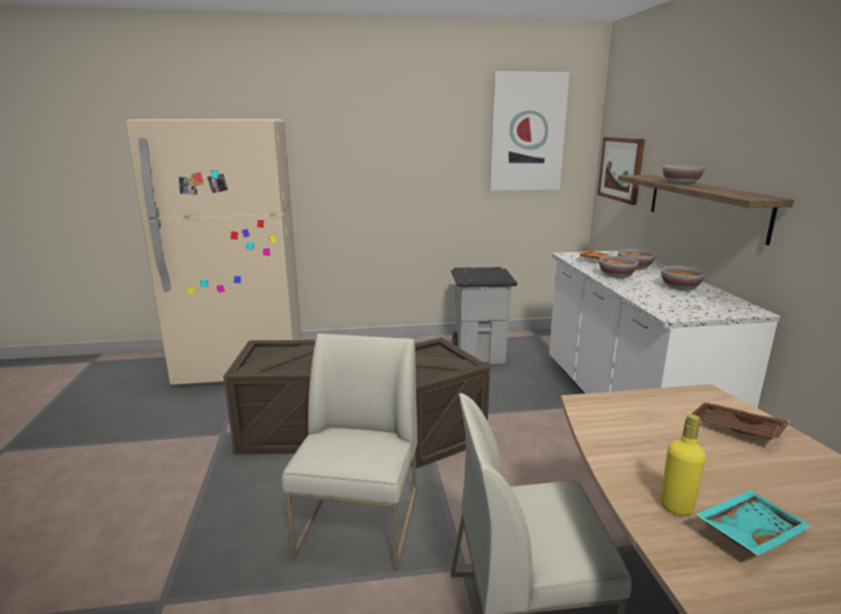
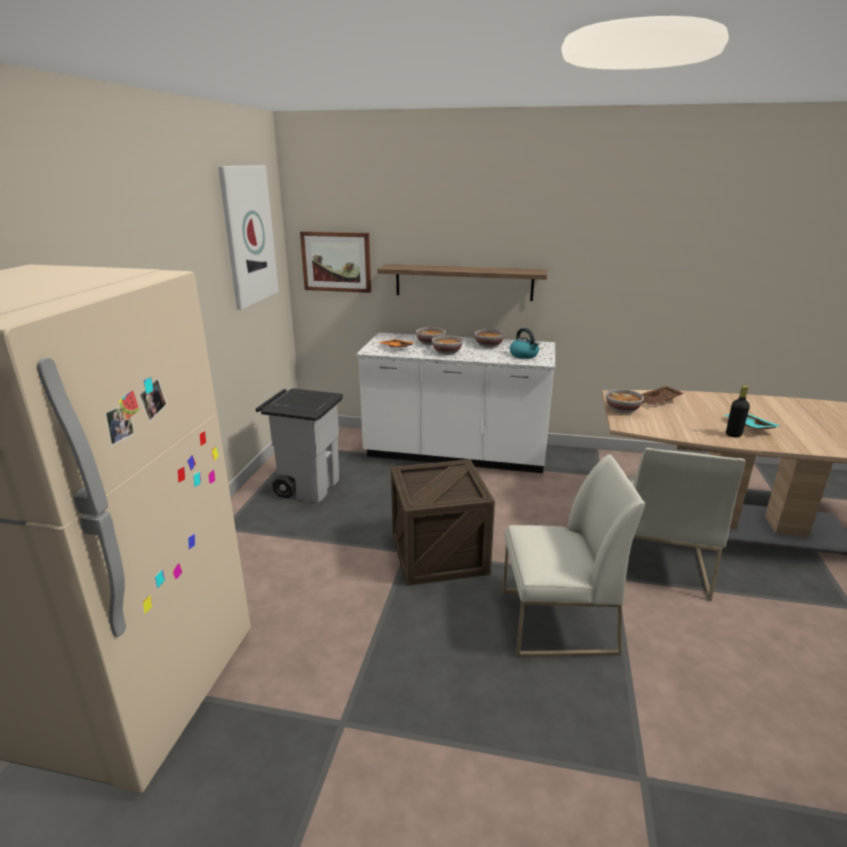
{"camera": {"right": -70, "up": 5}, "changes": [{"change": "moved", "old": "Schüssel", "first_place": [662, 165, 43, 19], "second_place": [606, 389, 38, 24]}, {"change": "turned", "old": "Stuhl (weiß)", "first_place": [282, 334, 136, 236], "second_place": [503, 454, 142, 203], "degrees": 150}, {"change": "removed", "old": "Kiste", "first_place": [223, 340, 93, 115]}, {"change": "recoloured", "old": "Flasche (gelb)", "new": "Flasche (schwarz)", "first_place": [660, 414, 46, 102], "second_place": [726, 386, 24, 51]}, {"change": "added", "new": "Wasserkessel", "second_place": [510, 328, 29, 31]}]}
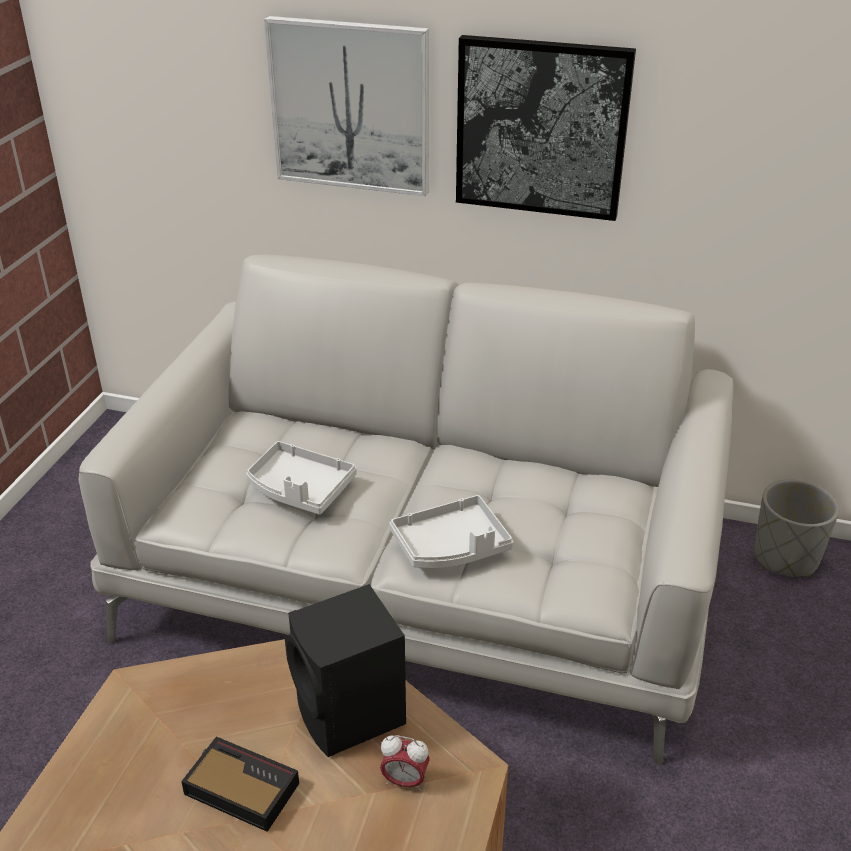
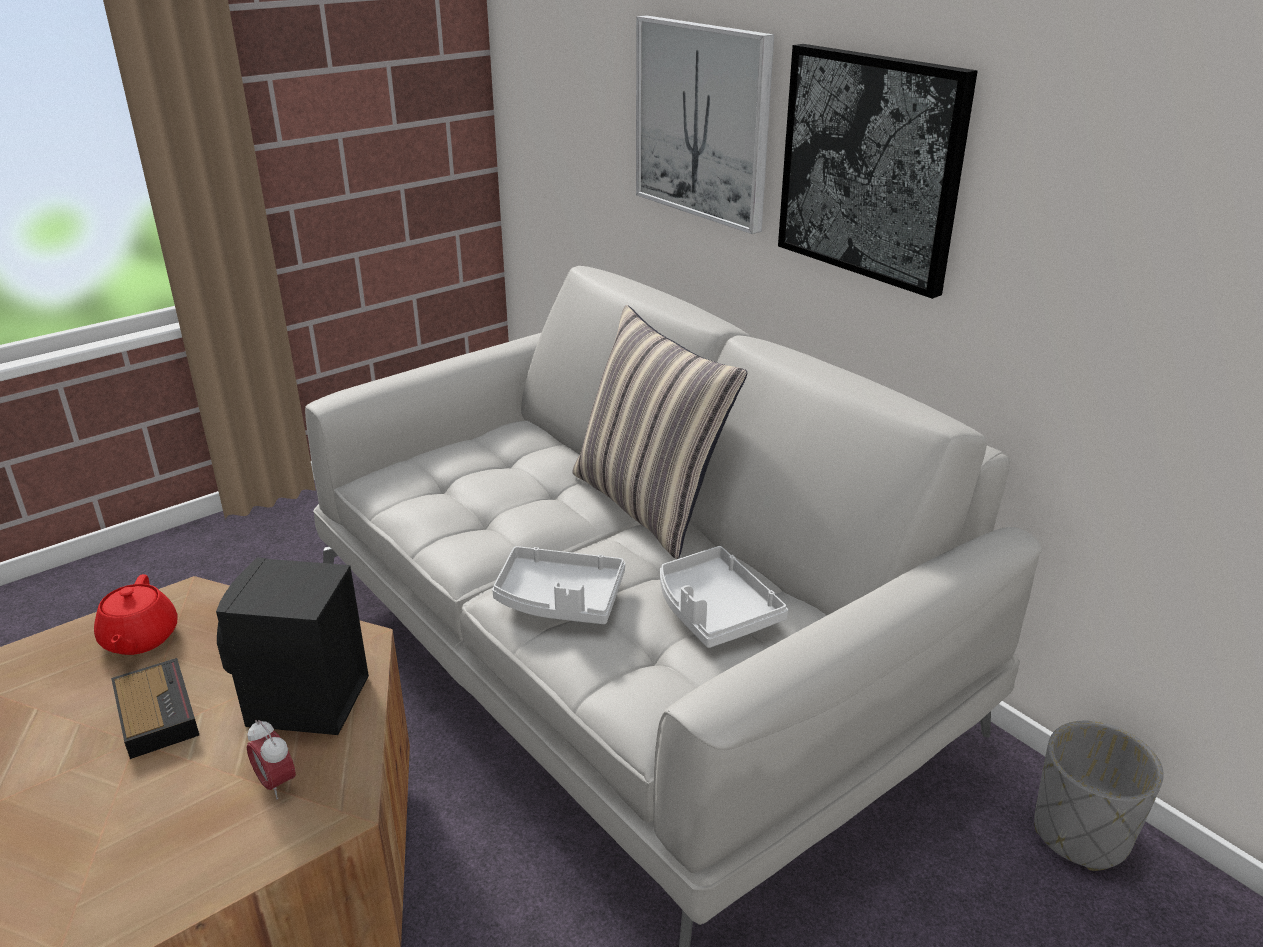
{"camera": {"right": 35, "up": -5}, "changes": [{"change": "moved", "old": "Tablett (grau)", "first_place": [246, 441, 111, 74], "second_place": [660, 546, 128, 102]}, {"change": "added", "new": "Kissen", "second_place": [572, 305, 175, 254]}, {"change": "added", "new": "Teekanne (rot)", "second_place": [94, 574, 84, 81]}]}
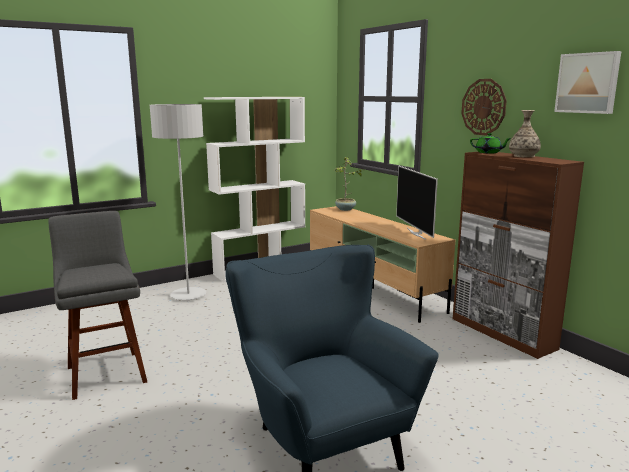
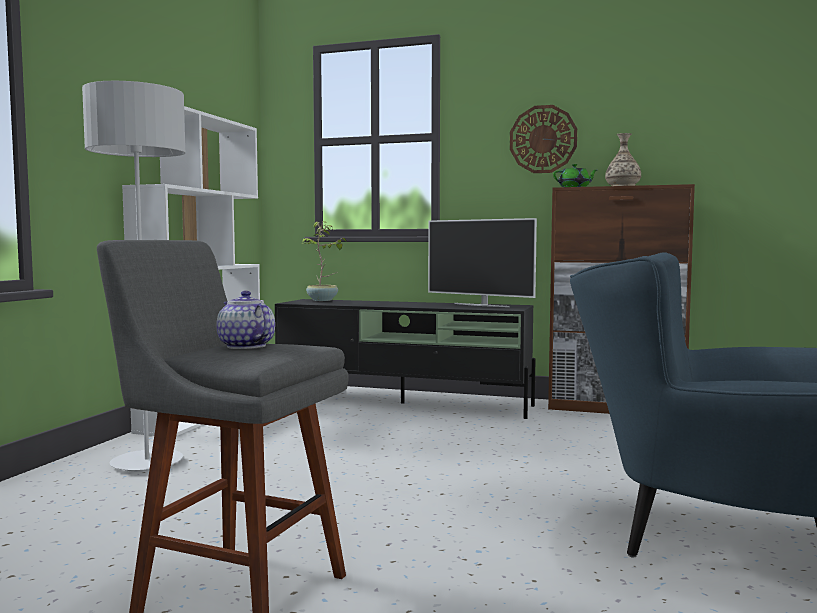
{"camera": {"right": -40, "up": -10}, "changes": [{"change": "removed", "old": "Bild", "first_place": [554, 51, 67, 63]}, {"change": "recoloured", "old": "Fernsehschrank (beige)", "new": "Fernsehschrank (schwarz)", "first_place": [310, 206, 145, 117], "second_place": [275, 299, 260, 120]}, {"change": "added", "new": "Teekanne", "second_place": [216, 291, 59, 58]}]}
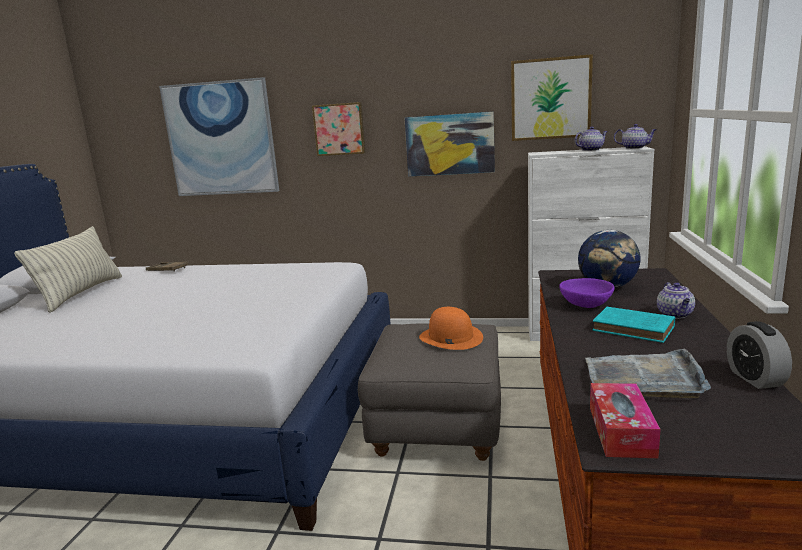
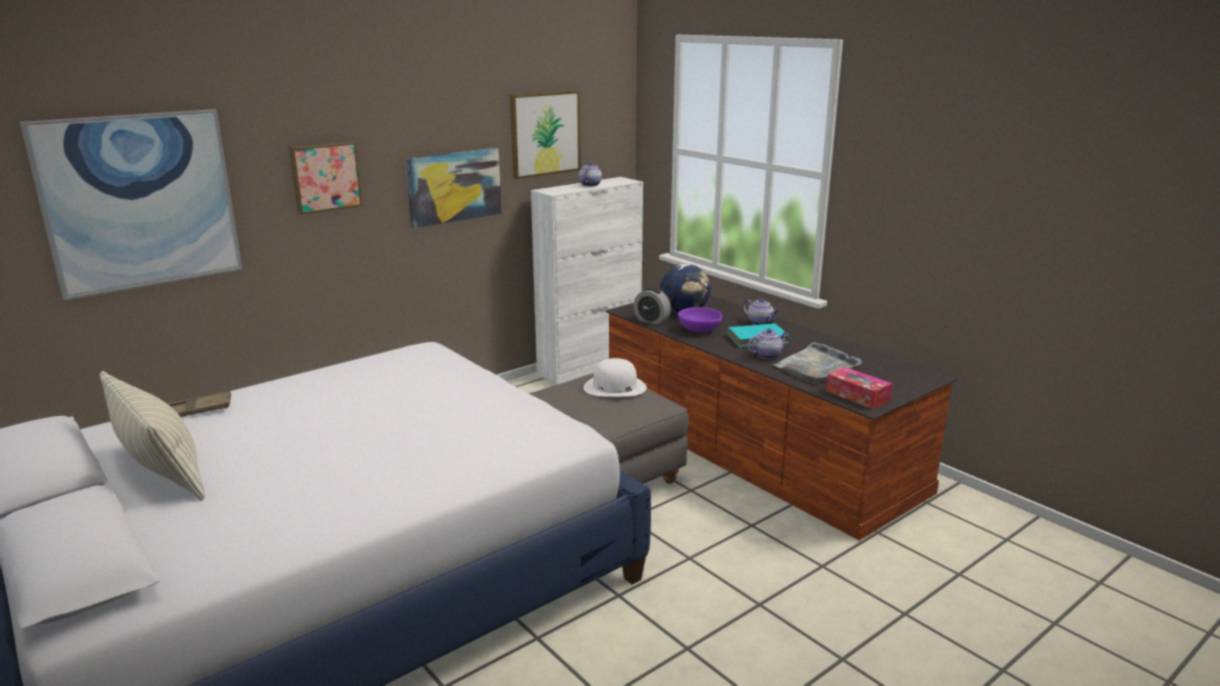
{"camera": {"right": -50, "up": 5}, "changes": [{"change": "moved", "old": "Teekanne", "first_place": [614, 124, 43, 25], "second_place": [748, 329, 40, 30]}, {"change": "recoloured", "old": "Hut (orange)", "new": "Hut (weiß)", "first_place": [419, 307, 64, 43], "second_place": [583, 358, 64, 39]}, {"change": "moved", "old": "Wecker", "first_place": [727, 321, 65, 68], "second_place": [634, 287, 37, 38]}]}
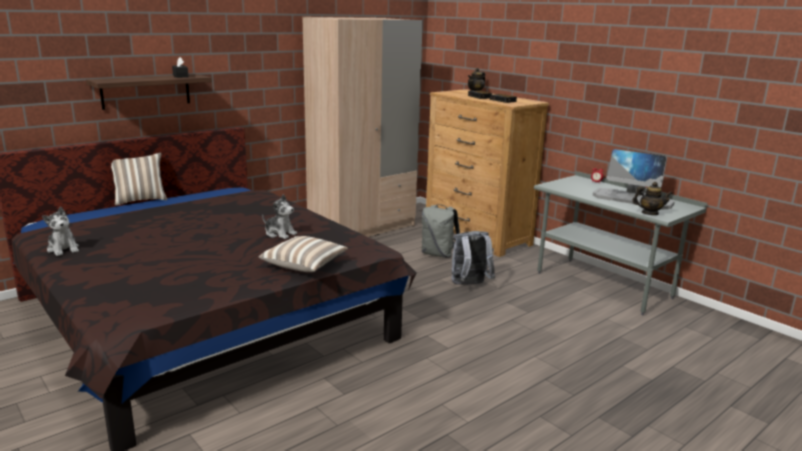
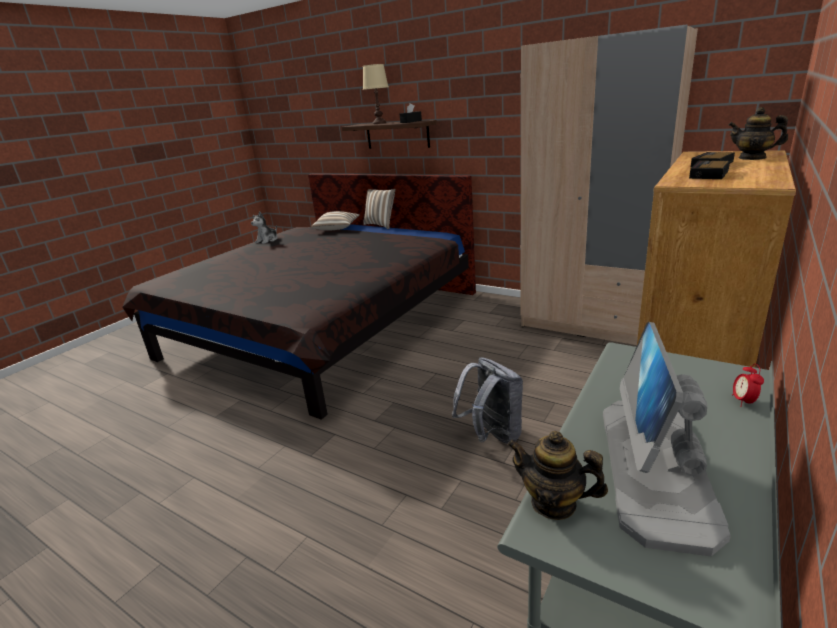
{"camera": {"right": 75, "up": 5}, "changes": [{"change": "turned", "old": "Teekanne", "first_place": [632, 182, 41, 33], "second_place": [507, 431, 101, 89], "degrees": 120}, {"change": "removed", "old": "Plüschtier", "first_place": [262, 194, 35, 45]}, {"change": "removed", "old": "Rucksack (grau)", "first_place": [422, 204, 38, 54]}, {"change": "moved", "old": "Kissen", "first_place": [259, 236, 89, 36], "second_place": [311, 211, 49, 20]}, {"change": "added", "new": "Tischlampe (beige)", "second_place": [363, 64, 26, 60]}]}
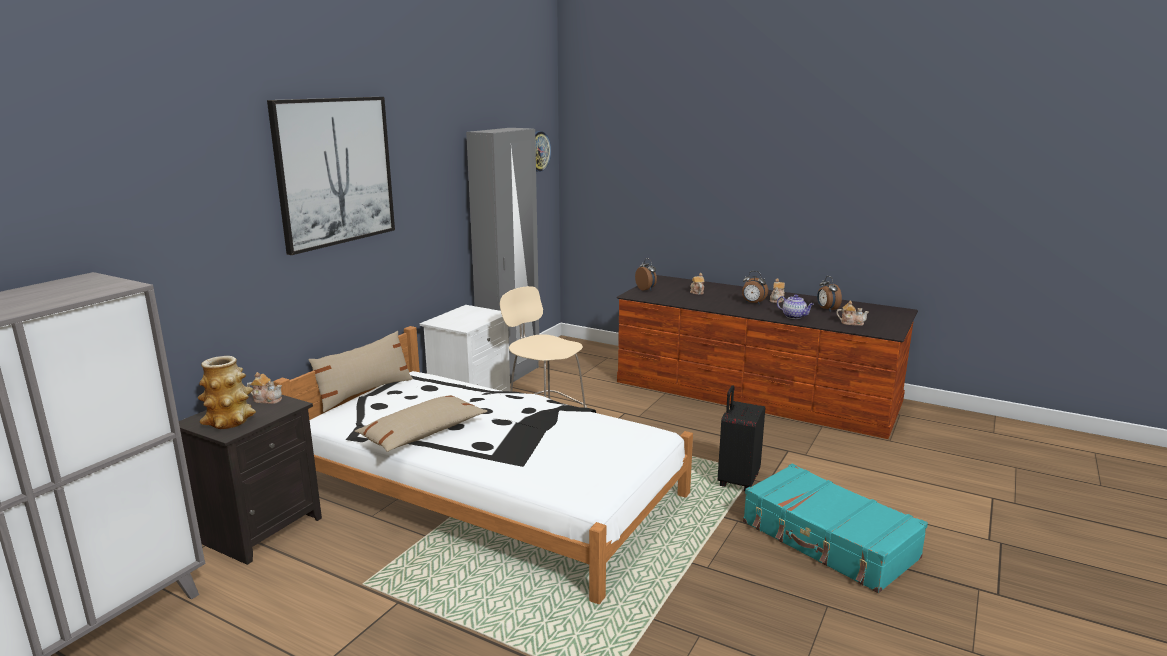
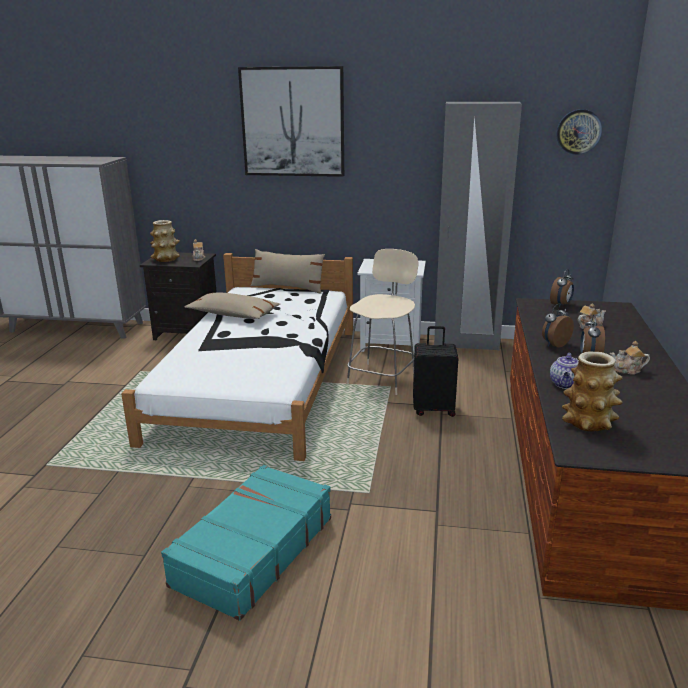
{"camera": {"right": 70, "up": 5}, "changes": [{"change": "moved", "old": "Wecker", "first_place": [817, 276, 25, 36], "second_place": [542, 303, 32, 45]}, {"change": "replaced", "old": "Teekanne", "new": "Vase", "first_place": [836, 301, 33, 25], "second_place": [562, 351, 61, 80]}, {"change": "moved", "old": "Koffer (schwarz)", "first_place": [718, 386, 47, 105], "second_place": [413, 326, 45, 91]}]}
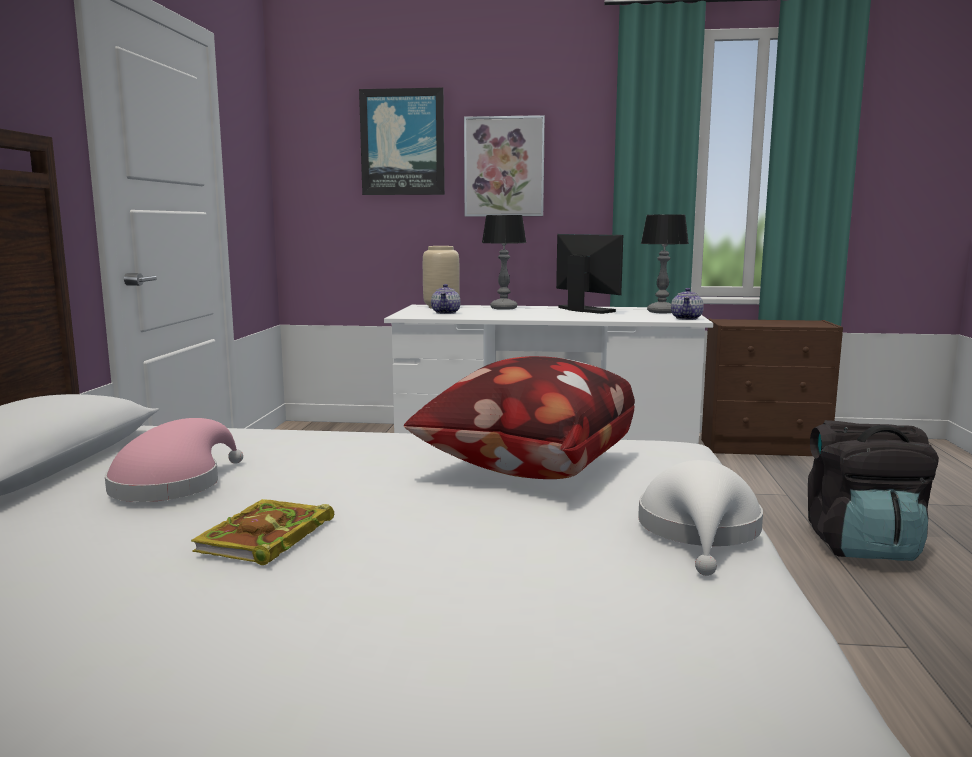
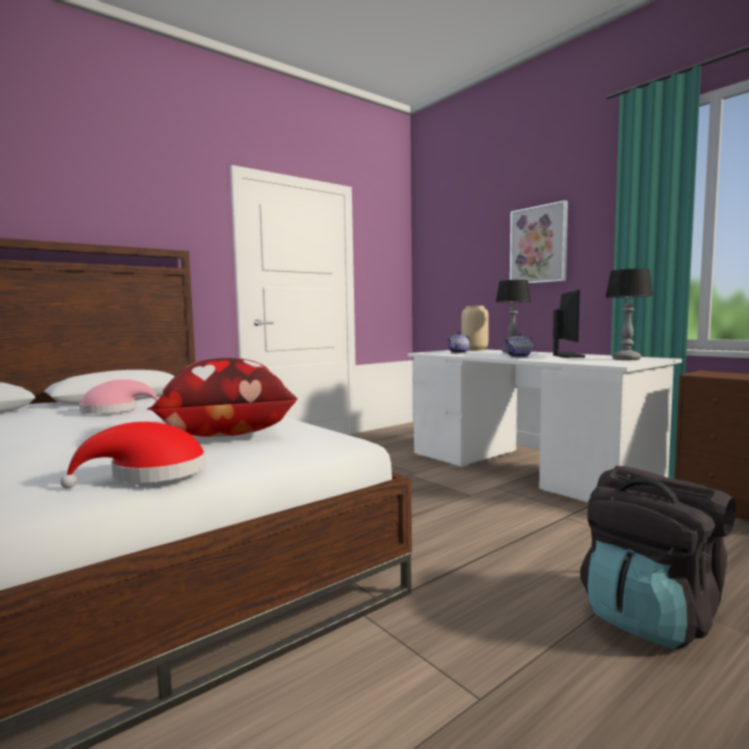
{"camera": {"right": 45, "up": -5}, "changes": [{"change": "removed", "old": "Bild", "first_place": [359, 88, 86, 107]}, {"change": "moved", "old": "Teekanne", "first_place": [671, 288, 33, 32], "second_place": [504, 333, 30, 24]}, {"change": "recoloured", "old": "Hut (weiß)", "new": "Hut (rot)", "first_place": [638, 460, 125, 116], "second_place": [60, 422, 146, 67]}, {"change": "removed", "old": "Buch", "first_place": [191, 499, 143, 66]}]}
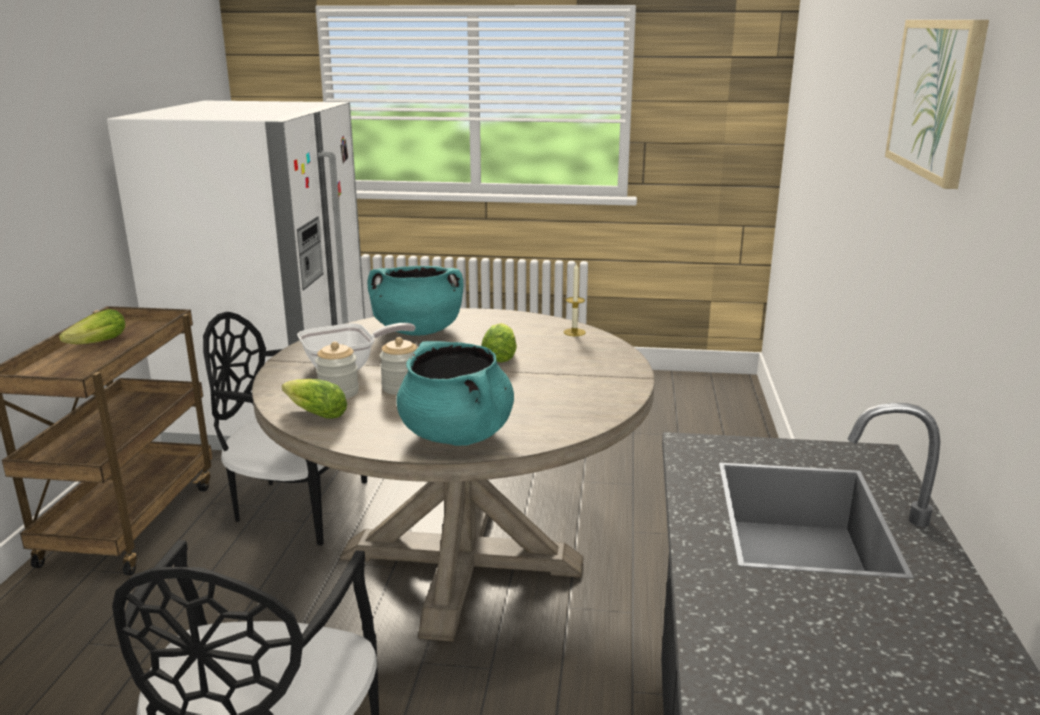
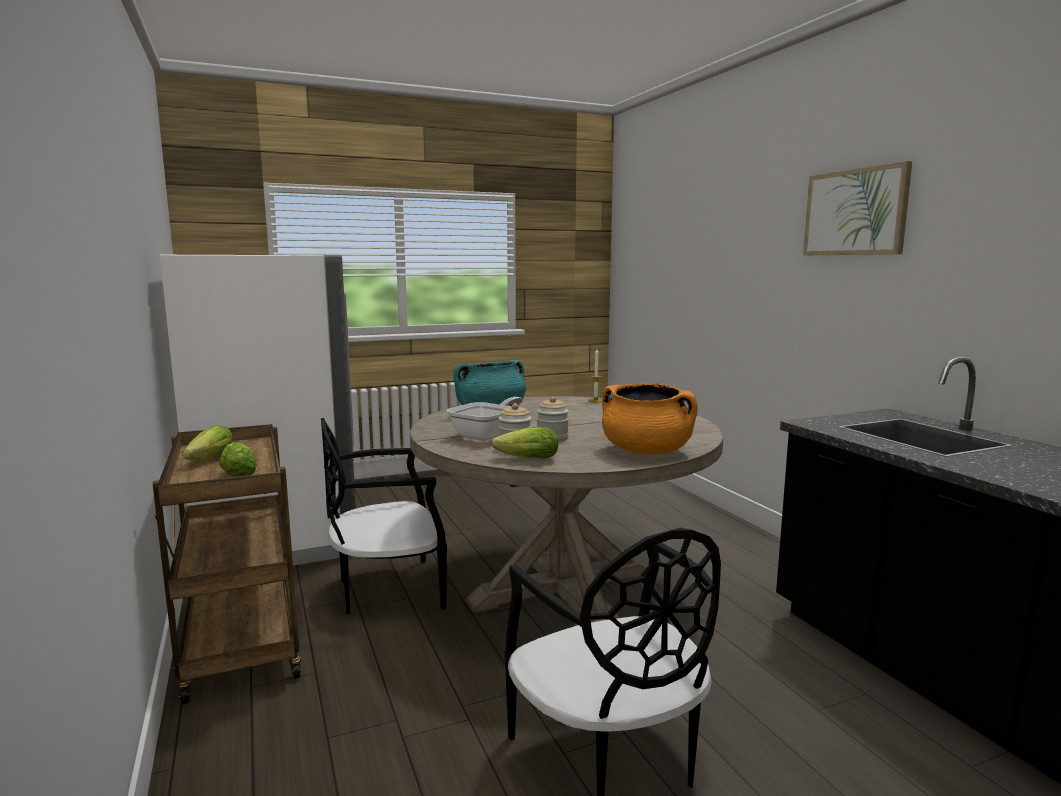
{"camera": {"right": -30, "up": -10}, "changes": [{"change": "moved", "old": "Salatkopf", "first_place": [481, 323, 36, 39], "second_place": [219, 442, 38, 35]}, {"change": "recoloured", "old": "Kochtopf (türkis)", "new": "Kochtopf (orange)", "first_place": [397, 341, 117, 105], "second_place": [602, 383, 96, 72]}]}
